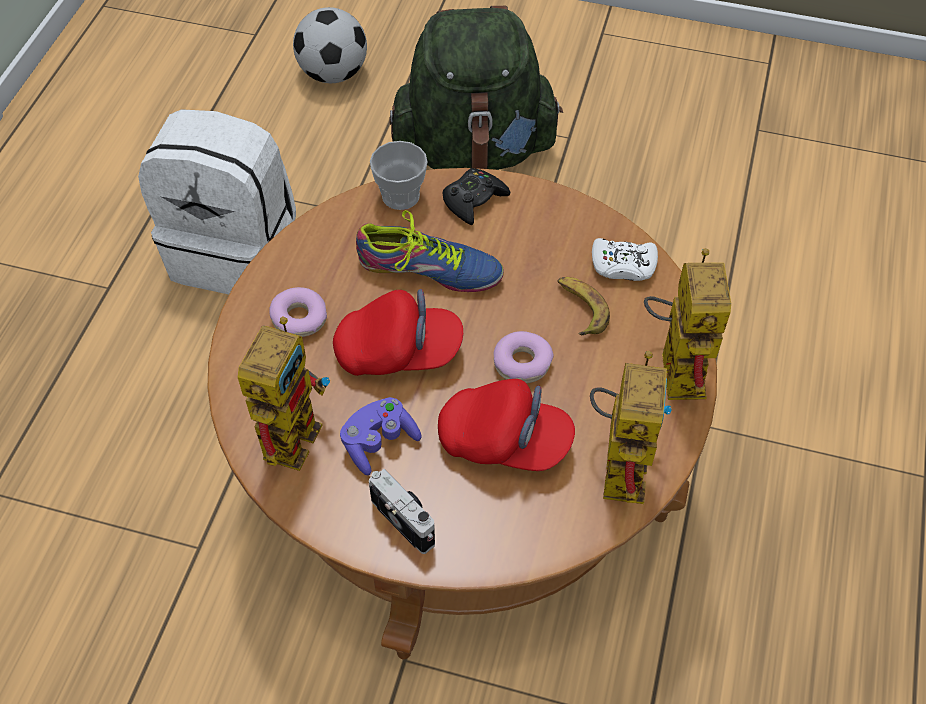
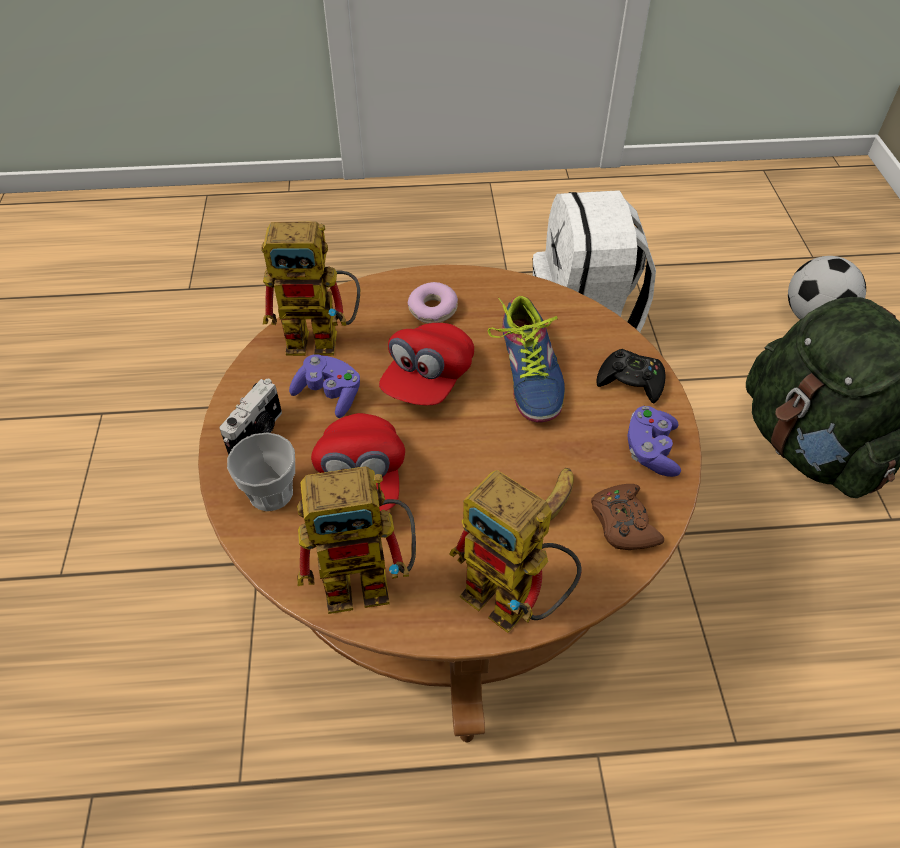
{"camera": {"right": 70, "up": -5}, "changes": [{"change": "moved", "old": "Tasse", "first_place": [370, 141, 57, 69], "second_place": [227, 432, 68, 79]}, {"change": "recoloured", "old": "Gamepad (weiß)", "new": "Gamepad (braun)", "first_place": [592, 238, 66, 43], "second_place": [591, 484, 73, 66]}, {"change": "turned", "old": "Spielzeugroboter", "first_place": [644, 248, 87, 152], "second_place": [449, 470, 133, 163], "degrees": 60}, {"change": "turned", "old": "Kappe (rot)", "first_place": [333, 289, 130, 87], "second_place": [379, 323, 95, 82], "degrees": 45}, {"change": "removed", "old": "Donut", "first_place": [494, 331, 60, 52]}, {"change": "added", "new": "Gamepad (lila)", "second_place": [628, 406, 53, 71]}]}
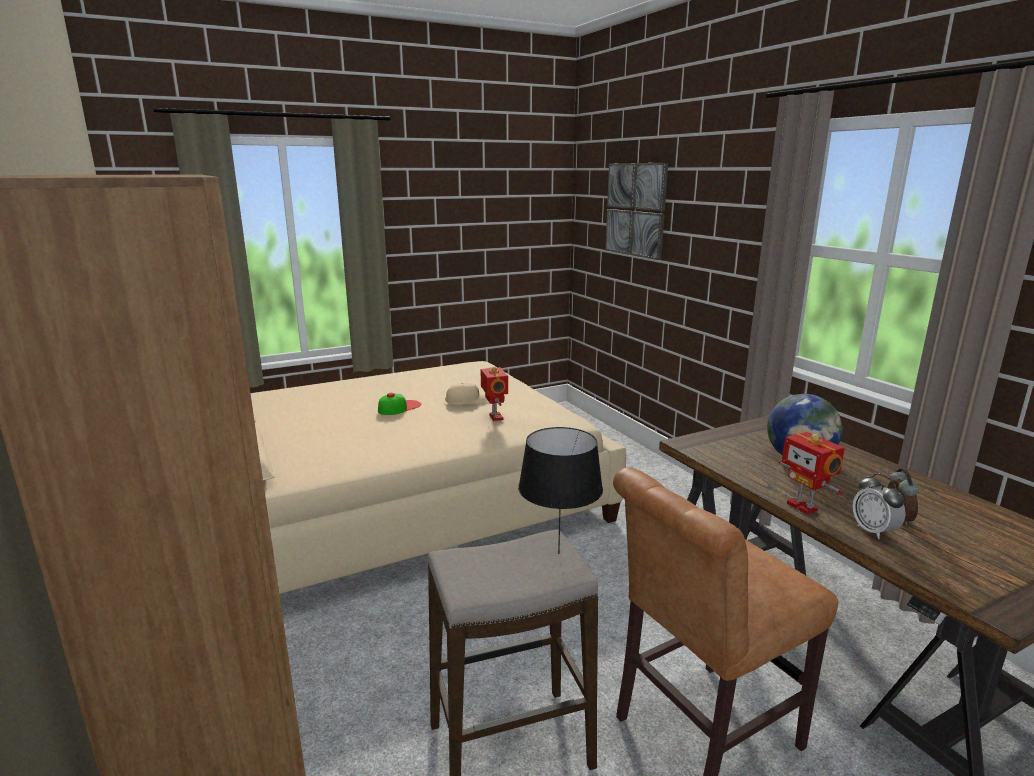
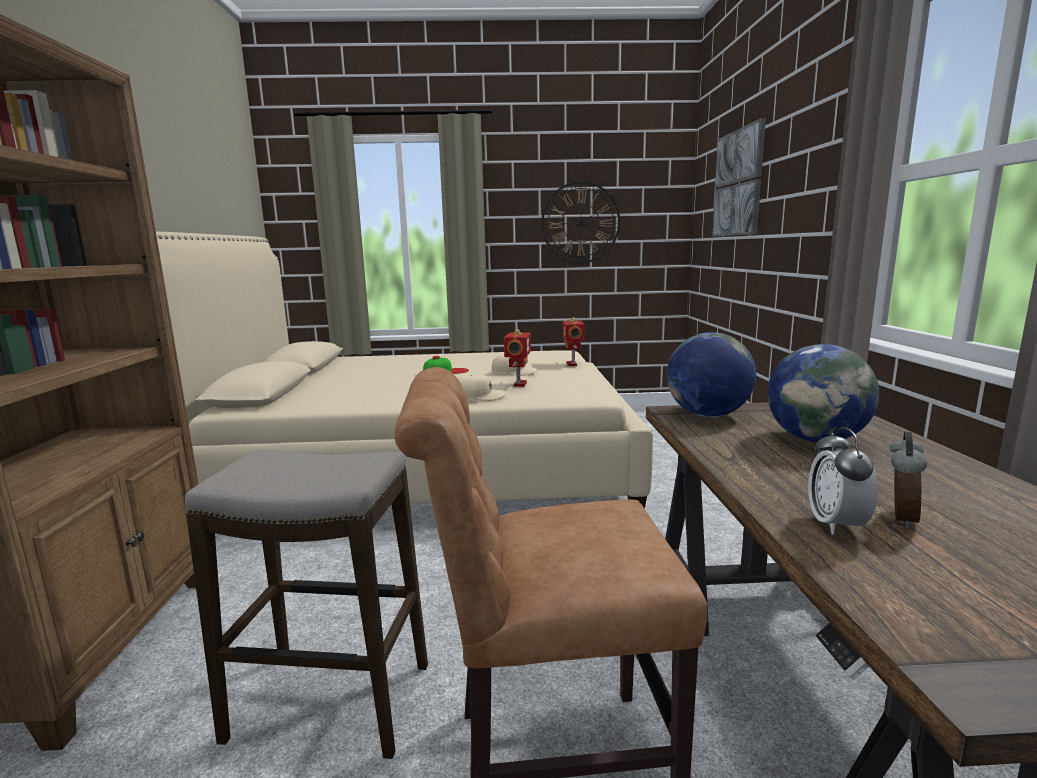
{"camera": {"right": 25, "up": -5}, "changes": [{"change": "removed", "old": "Tischlampe (schwarz)", "first_place": [518, 427, 85, 127]}, {"change": "moved", "old": "Spielzeugroboter", "first_place": [778, 432, 67, 83], "second_place": [563, 317, 22, 49]}, {"change": "added", "new": "Wanduhr", "second_place": [541, 181, 79, 83]}, {"change": "added", "new": "Globus", "second_place": [667, 332, 89, 85]}, {"change": "added", "new": "Kappe (beige)", "second_place": [458, 374, 49, 27]}]}
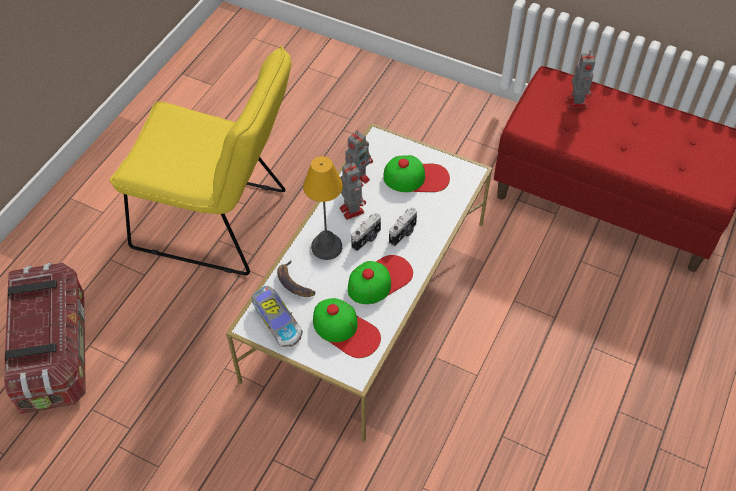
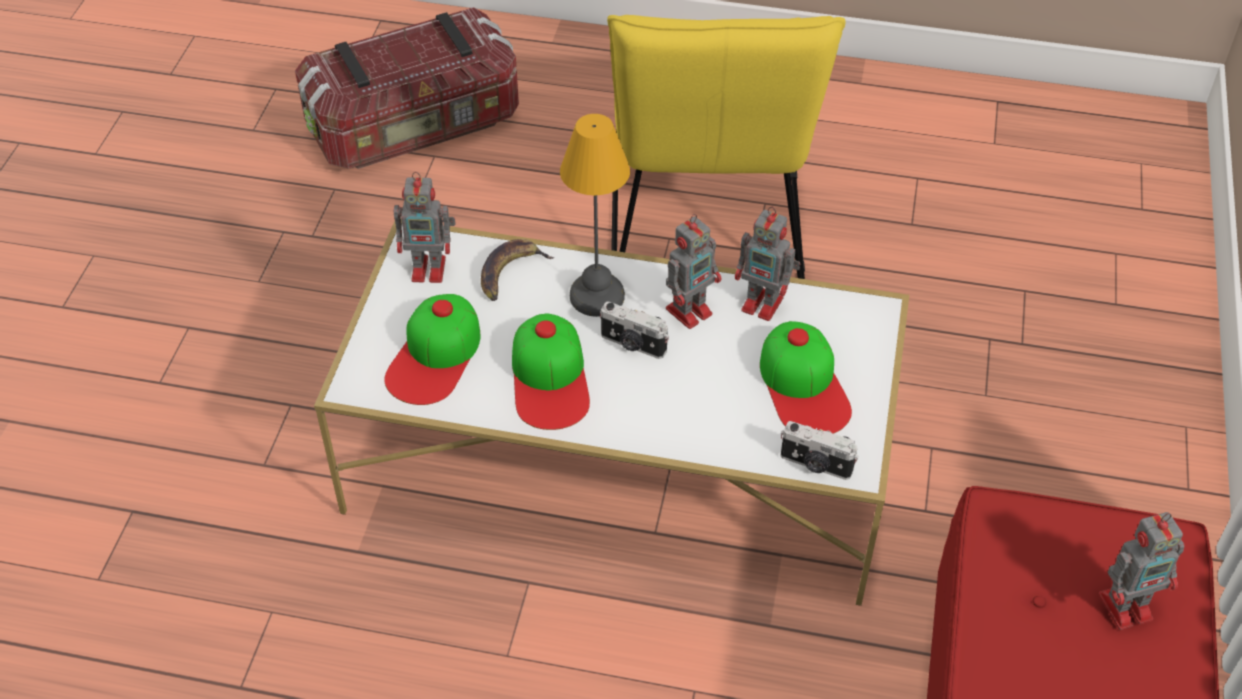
{"camera": {"right": 75, "up": -5}, "changes": [{"change": "moved", "old": "Kamera", "first_place": [389, 207, 28, 40], "second_place": [781, 421, 78, 59]}, {"change": "turned", "old": "Kappe", "first_place": [348, 255, 65, 49], "second_place": [512, 313, 78, 117], "degrees": 45}, {"change": "replaced", "old": "Spielzeugauto", "new": "Spielzeugroboter", "first_place": [252, 286, 51, 61], "second_place": [394, 172, 62, 111]}]}
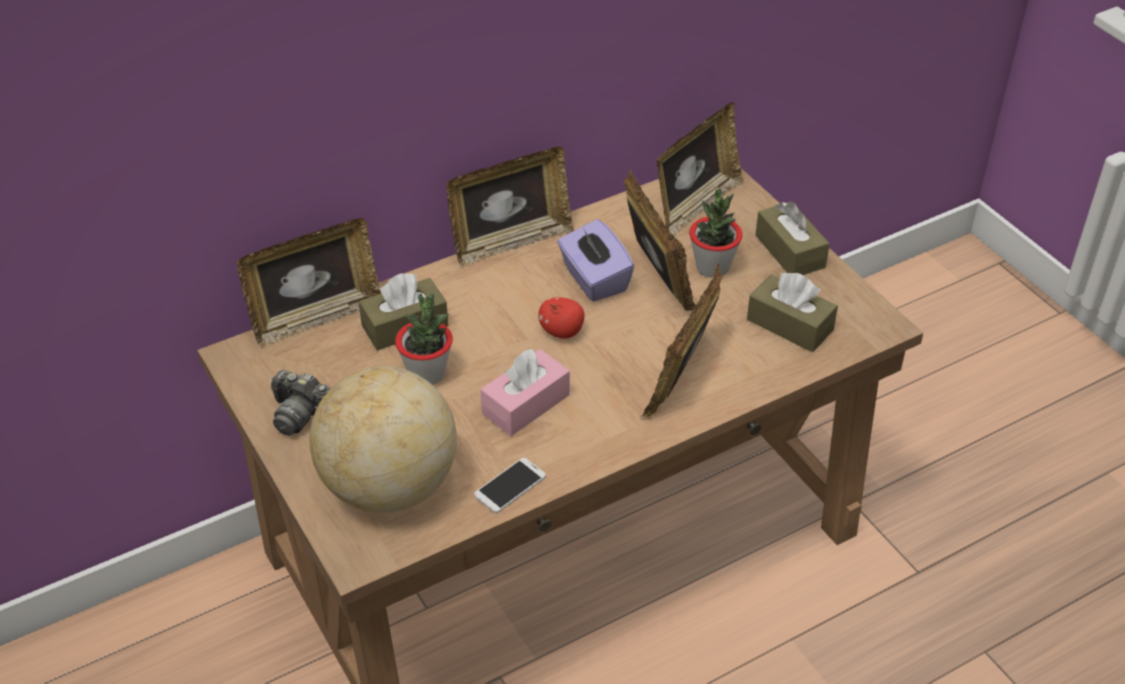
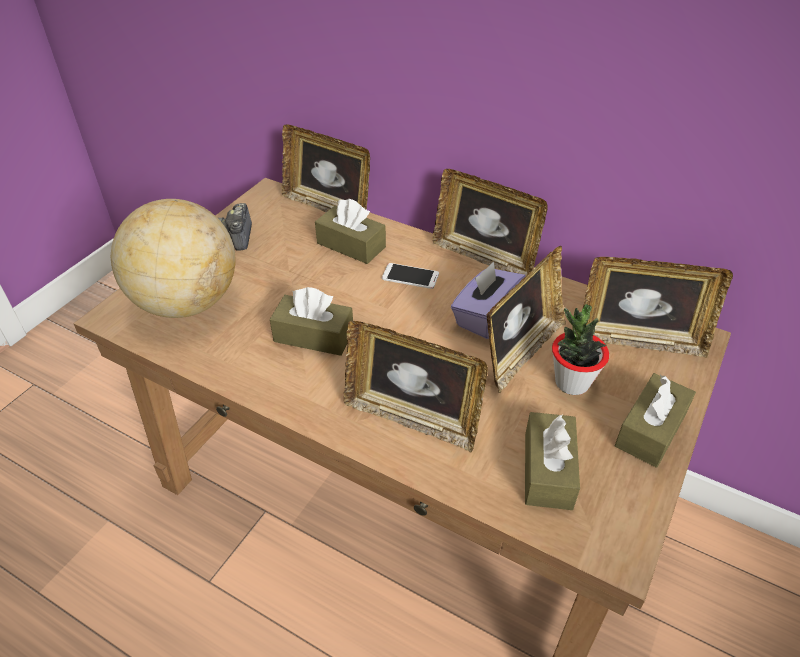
{"camera": {"right": 60, "up": 0}, "changes": [{"change": "turned", "old": "Bilderrahmen", "first_place": [640, 263, 83, 154], "second_place": [344, 321, 144, 132], "degrees": -150}, {"change": "removed", "old": "Topfpflanze", "first_place": [395, 292, 58, 93]}, {"change": "removed", "old": "Apfel", "first_place": [538, 297, 46, 42]}, {"change": "recoloured", "old": "Taschentuchbox (rosa)", "new": "Taschentuchbox (braun)", "first_place": [481, 349, 89, 87], "second_place": [270, 287, 83, 69]}, {"change": "moved", "old": "Handy", "first_place": [474, 458, 72, 55], "second_place": [382, 263, 57, 26]}]}
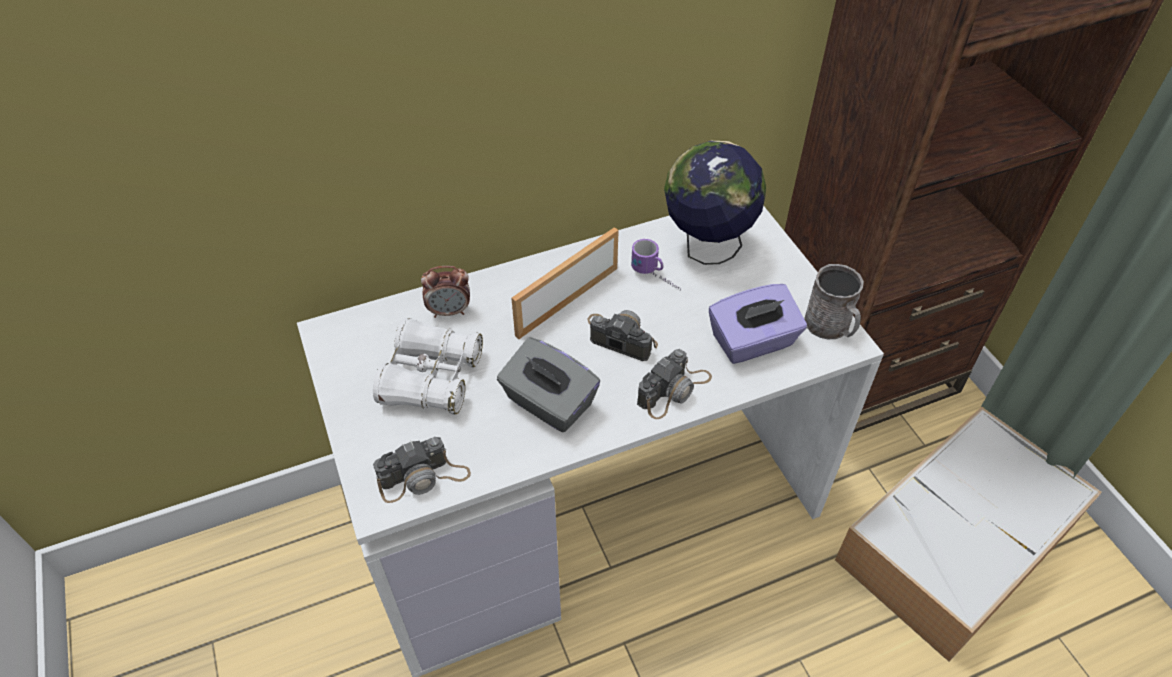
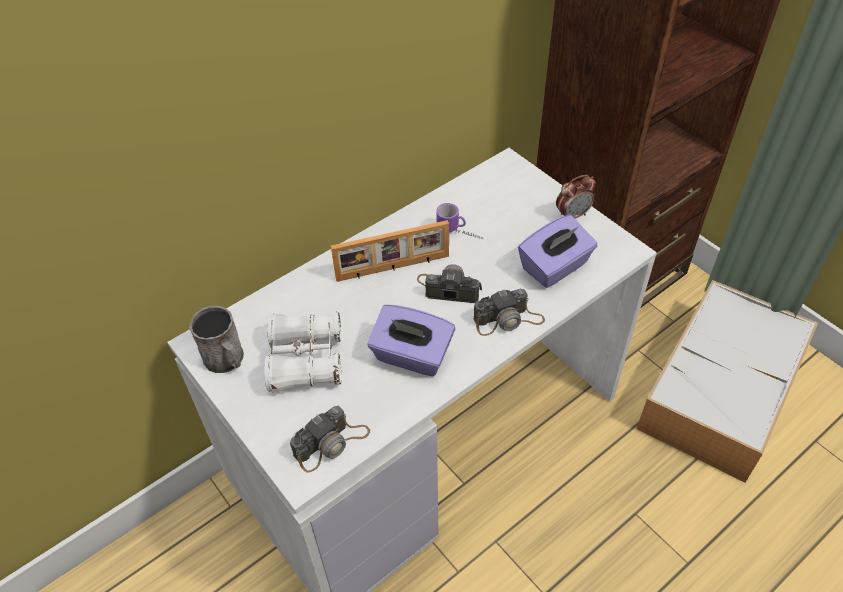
{"camera": {"right": -15, "up": 0}, "changes": [{"change": "removed", "old": "Globus", "first_place": [664, 141, 102, 124]}, {"change": "turned", "old": "Bilderrahmen", "first_place": [511, 227, 108, 112], "second_place": [331, 220, 118, 62], "degrees": -135}, {"change": "moved", "old": "Henkelbecher (grau)", "first_place": [804, 264, 60, 75], "second_place": [189, 306, 55, 67]}, {"change": "moved", "old": "Wecker", "first_place": [421, 266, 49, 52], "second_place": [556, 175, 40, 44]}, {"change": "recoloured", "old": "Taschentuchbox (grau)", "new": "Taschentuchbox (lila)", "first_place": [497, 337, 103, 95], "second_place": [367, 305, 88, 72]}, {"change": "turned", "old": "Kamera", "first_place": [637, 349, 75, 70], "second_place": [473, 289, 72, 47], "degrees": 45}]}
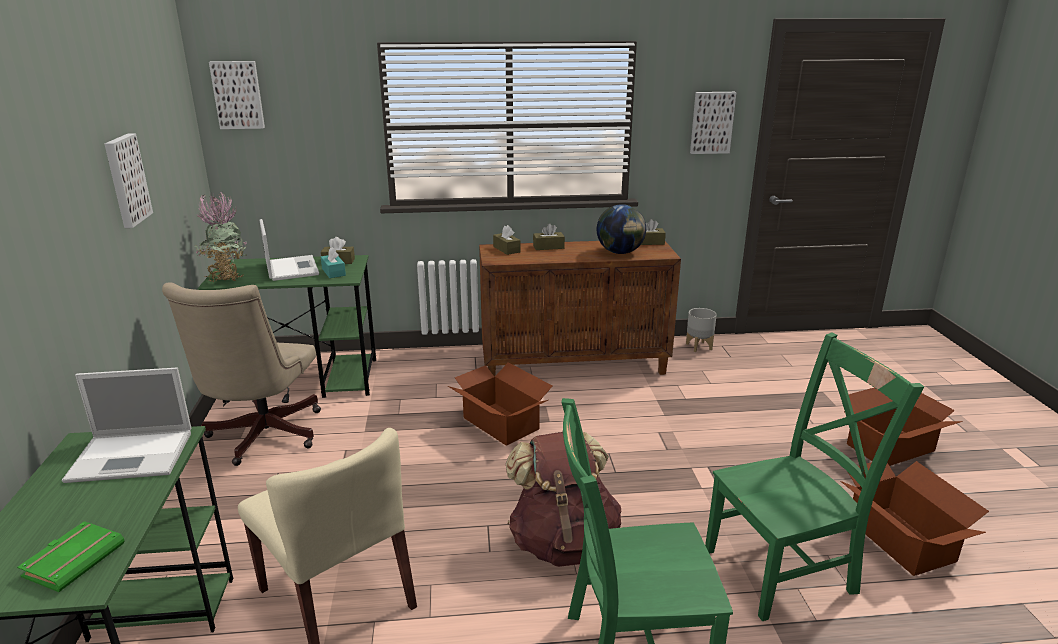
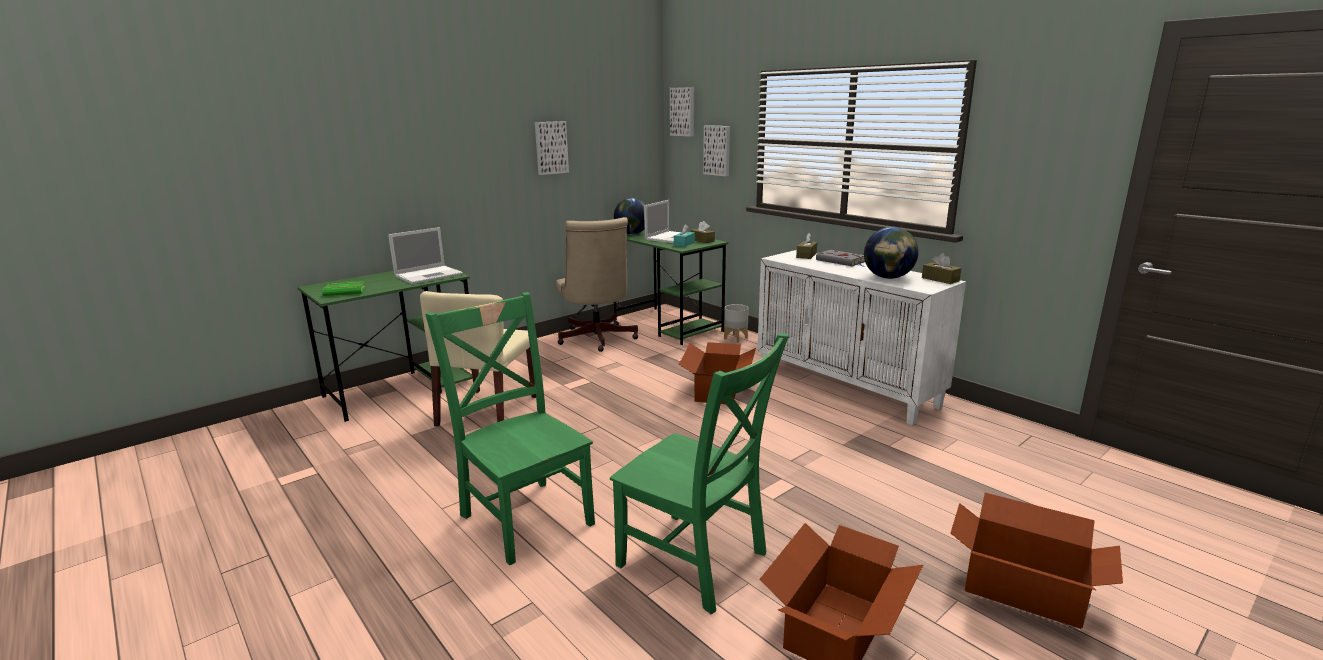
{"camera": {"right": 55, "up": -5}, "changes": [{"change": "moved", "old": "Bild", "first_place": [690, 92, 46, 62], "second_place": [703, 125, 27, 51]}, {"change": "replaced", "old": "Topfpflanze", "new": "Globus", "first_place": [195, 194, 53, 88], "second_place": [614, 198, 32, 36]}, {"change": "replaced", "old": "Taschentuchbox (braun)", "new": "Buch (grau)", "first_place": [533, 223, 32, 27], "second_place": [816, 250, 49, 17]}, {"change": "recoloured", "old": "Schrank (braun)", "new": "Schrank (weiß)", "first_place": [479, 241, 202, 136], "second_place": [757, 250, 209, 175]}, {"change": "turned", "old": "Bürostuhl (beige)", "first_place": [162, 283, 159, 183], "second_place": [556, 217, 82, 135], "degrees": -75}, {"change": "moved", "old": "Pflanzkübel (grau)", "first_place": [686, 308, 31, 44], "second_place": [724, 304, 25, 39]}, {"change": "turned", "old": "Laptop", "first_place": [62, 368, 129, 115], "second_place": [388, 227, 75, 57], "degrees": -90}, {"change": "removed", "old": "Rucksack (braun)", "first_place": [506, 432, 115, 135]}]}
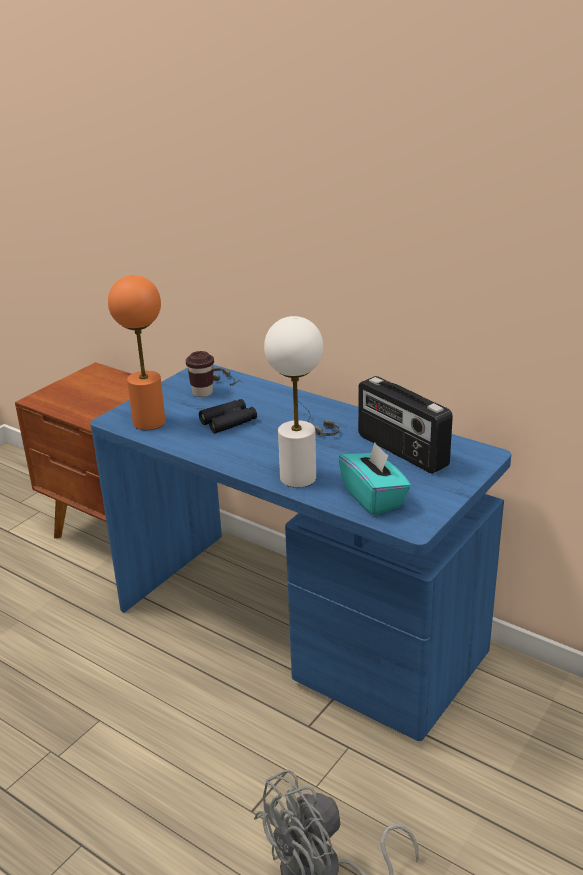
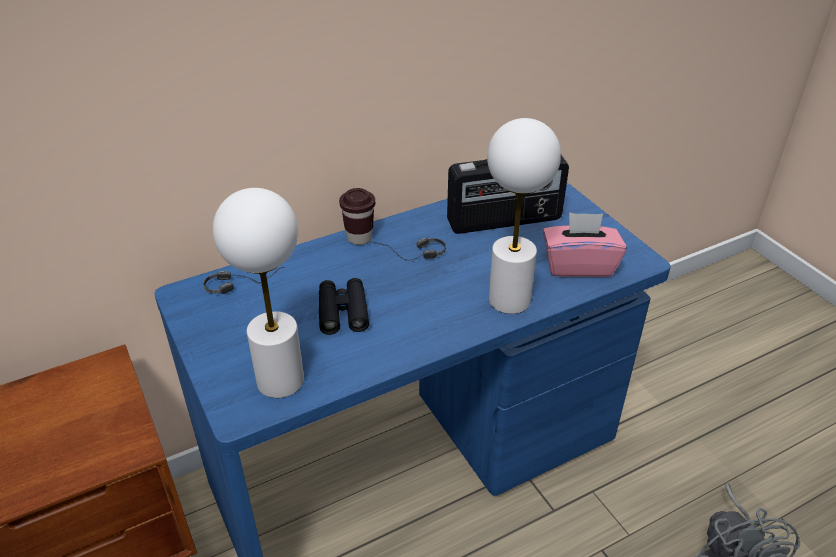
{"camera": {"right": -65, "up": 10}, "changes": [{"change": "recoloured", "old": "Tischlampe (orange)", "new": "Tischlampe (weiß)", "first_place": [108, 275, 58, 155], "second_place": [213, 188, 91, 210]}, {"change": "moved", "old": "Tasse (braun)", "first_place": [186, 351, 28, 46], "second_place": [339, 188, 36, 57]}, {"change": "recoloured", "old": "Taschentuchbox (türkis)", "new": "Taschentuchbox (rosa)", "first_place": [338, 443, 73, 72], "second_place": [543, 212, 84, 65]}]}
